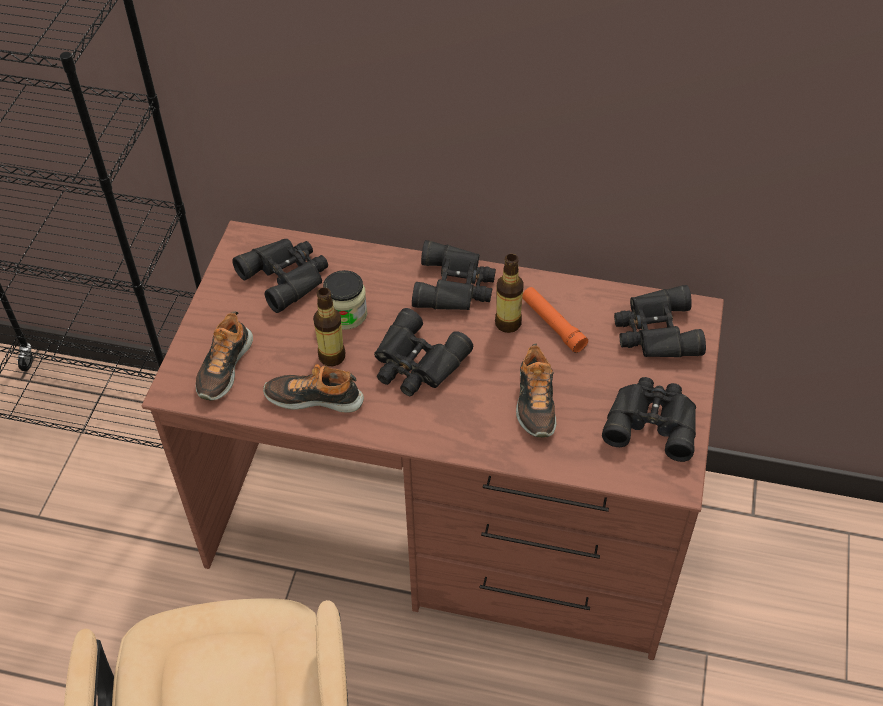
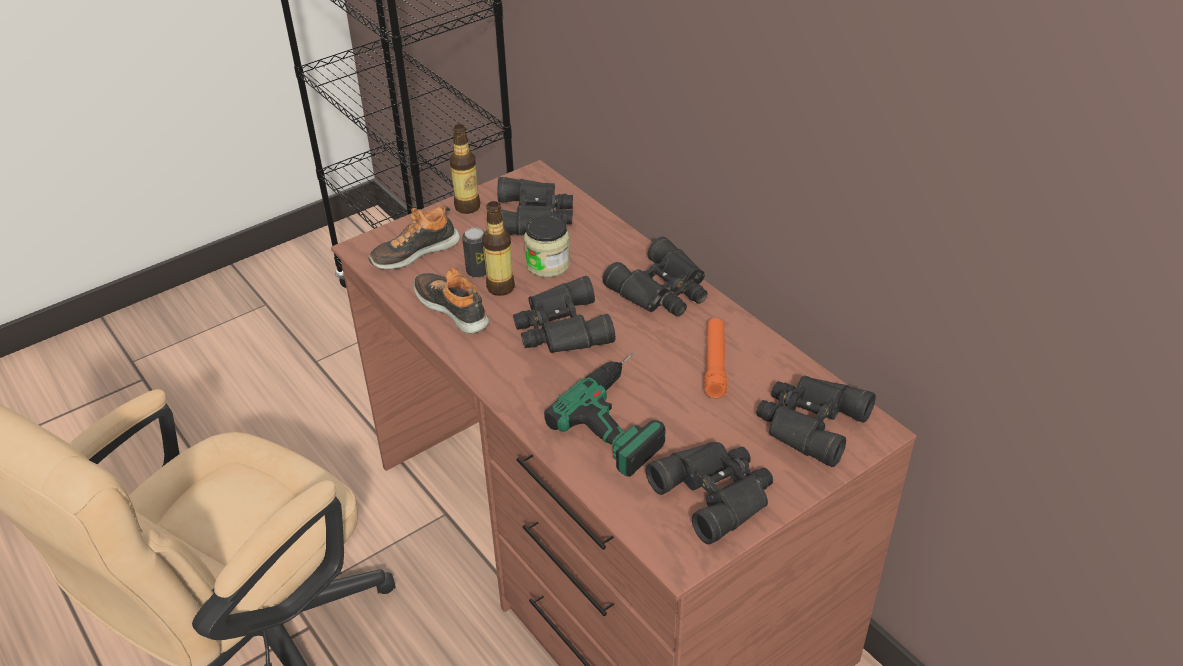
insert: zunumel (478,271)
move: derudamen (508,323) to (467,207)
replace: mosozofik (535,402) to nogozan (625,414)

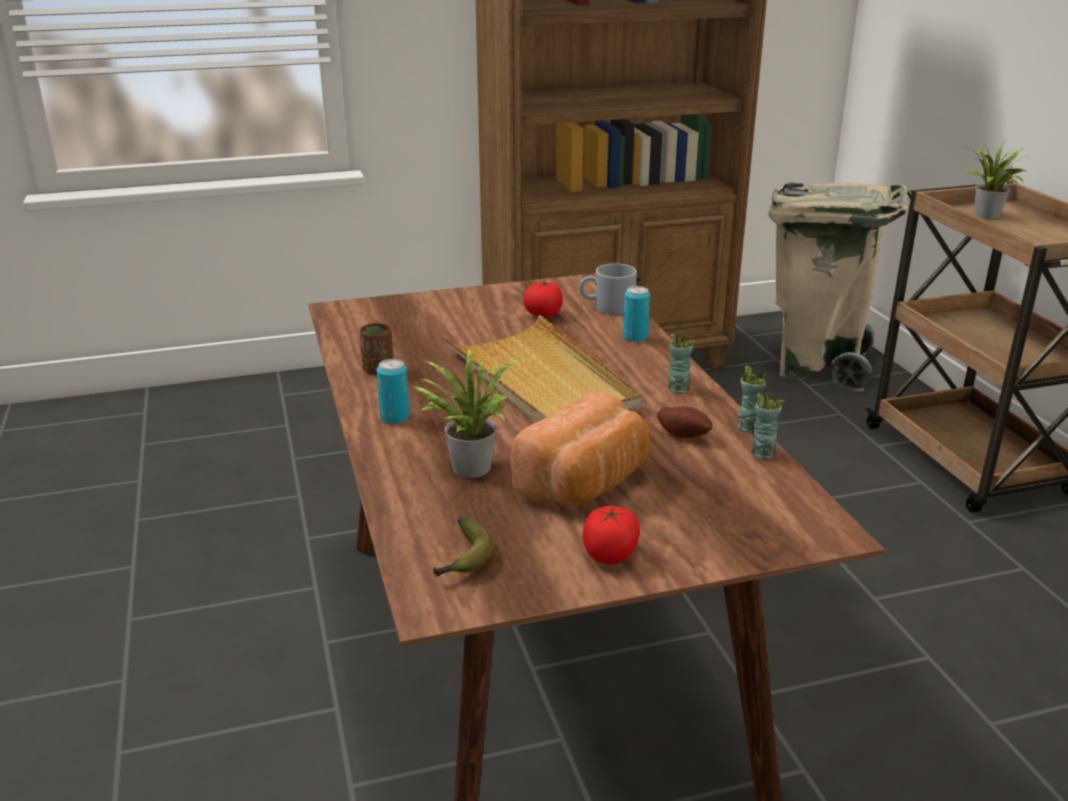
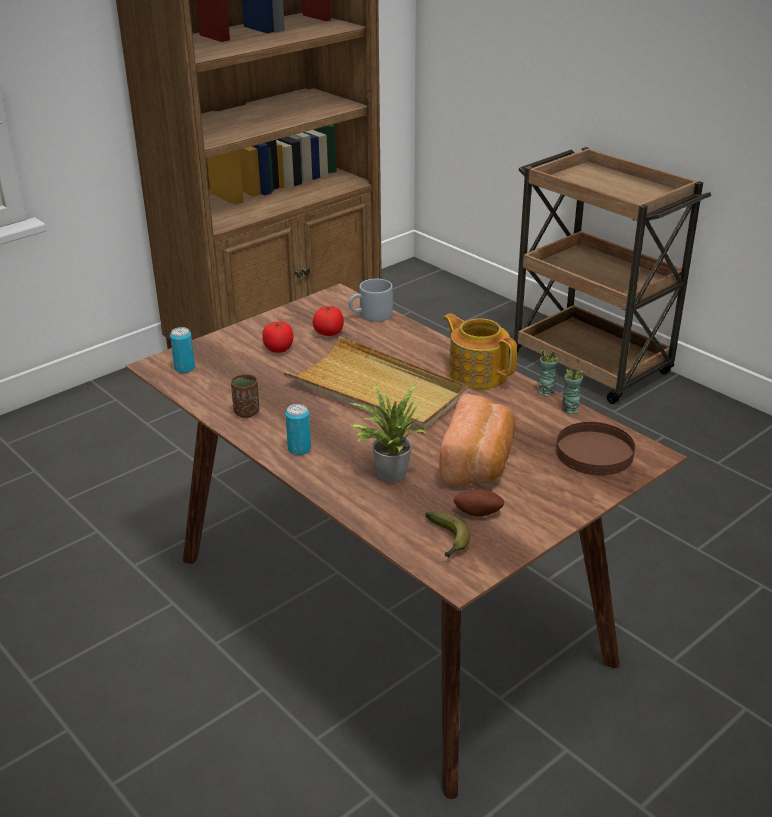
delete: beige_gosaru (818,365); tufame (987,216)
insert: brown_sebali (595,452)
move: zunumel (635,337) to (184,368); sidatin (610,555) to (279,349); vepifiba (684,434) to (478,512)
replace: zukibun (678,388) to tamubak (477,373)

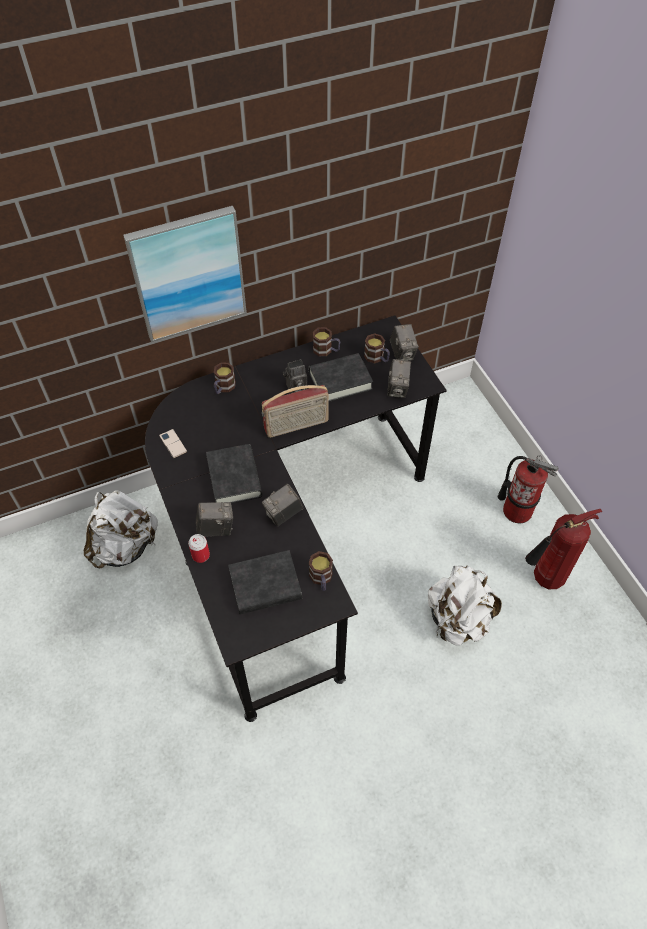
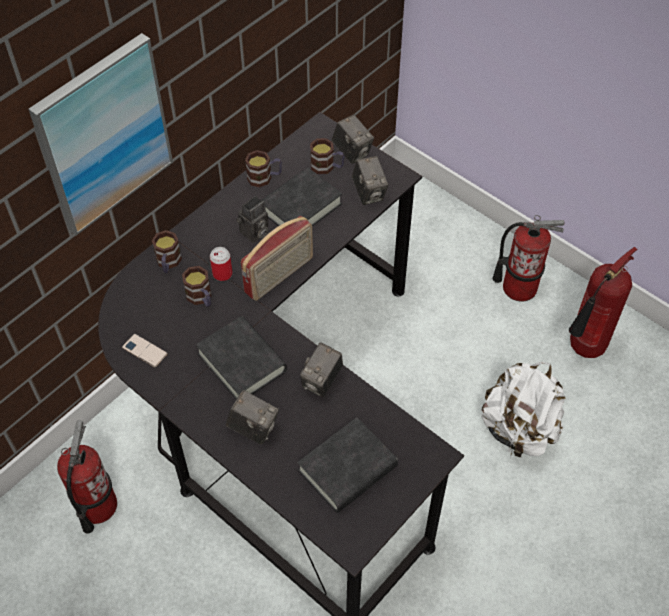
move: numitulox (321,579) to (201,298); zunumel (200,555) to (222,273)
replace: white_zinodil (125,546) to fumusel (96,506)
rotate: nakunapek (216,528) = (253,428) 60 degrees clockwise

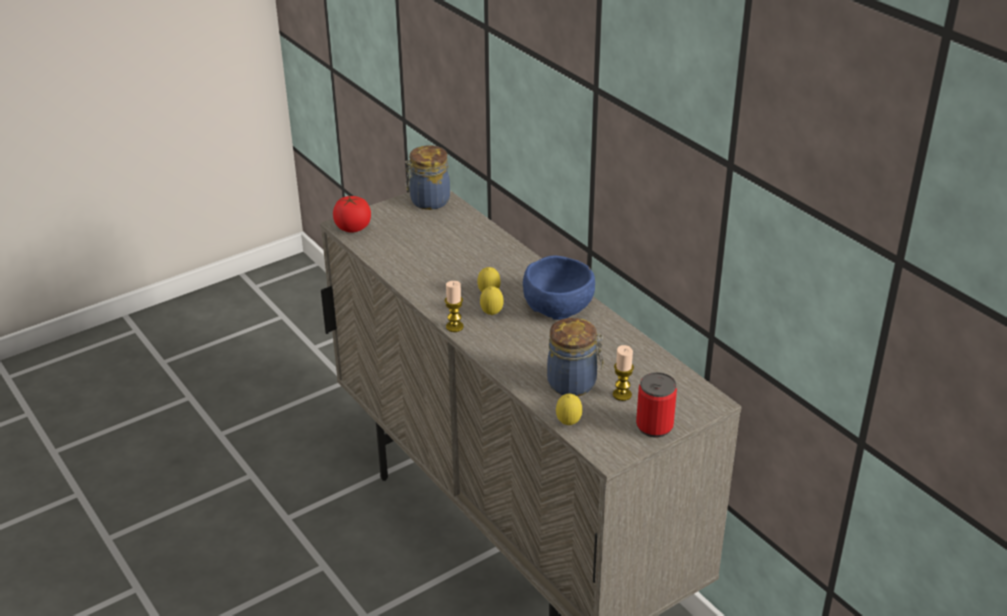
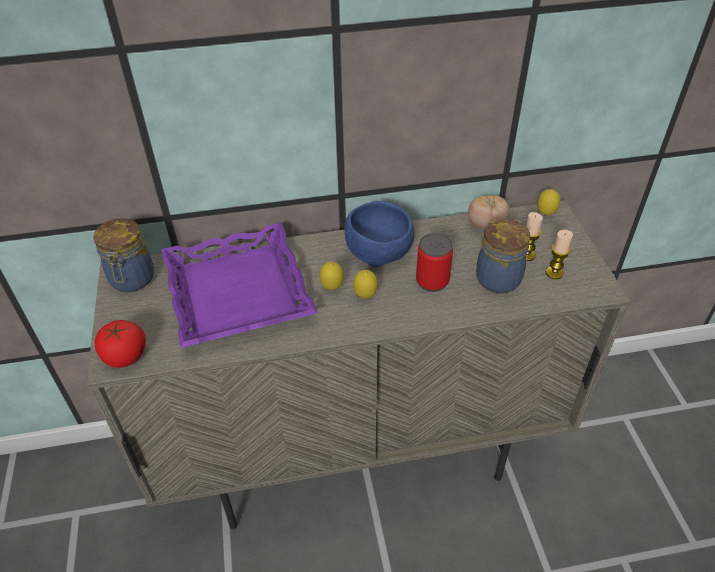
insert: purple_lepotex (236,292); sidatin (486,225)
move: zunumel (654,426) to (432,281); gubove (568,424) to (545,214); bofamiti (454,327) to (554,273)

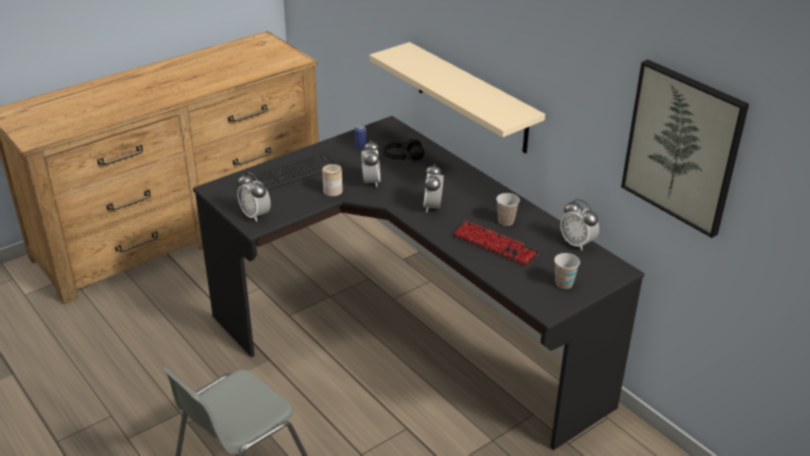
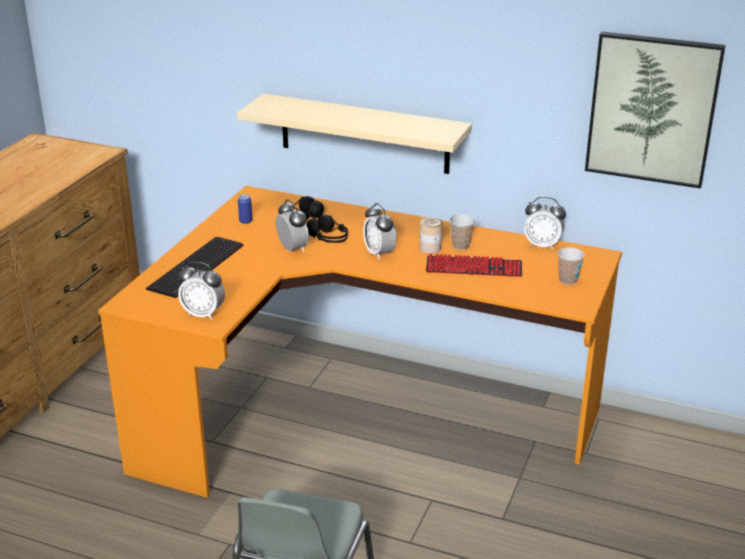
insert: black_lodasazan (328,238)
move: zunumel (333,191) to (430,248)
recolor: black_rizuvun (410,332) to orange_rizuvun (355,412)

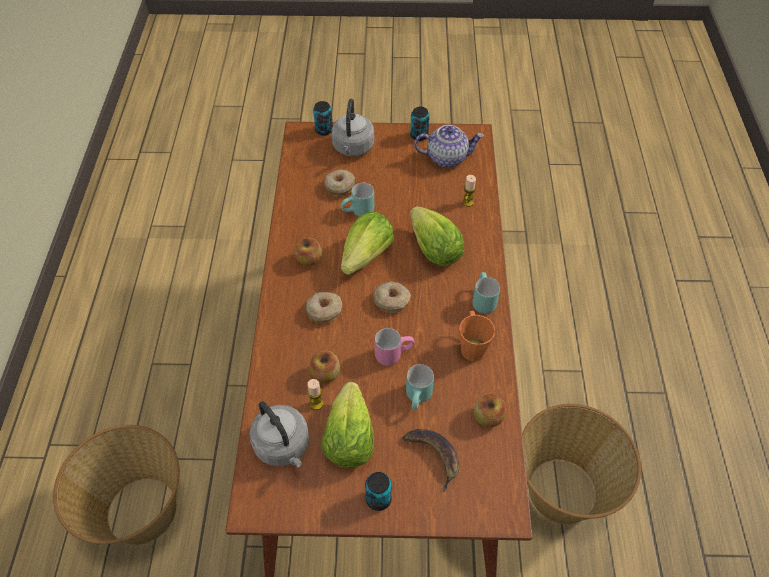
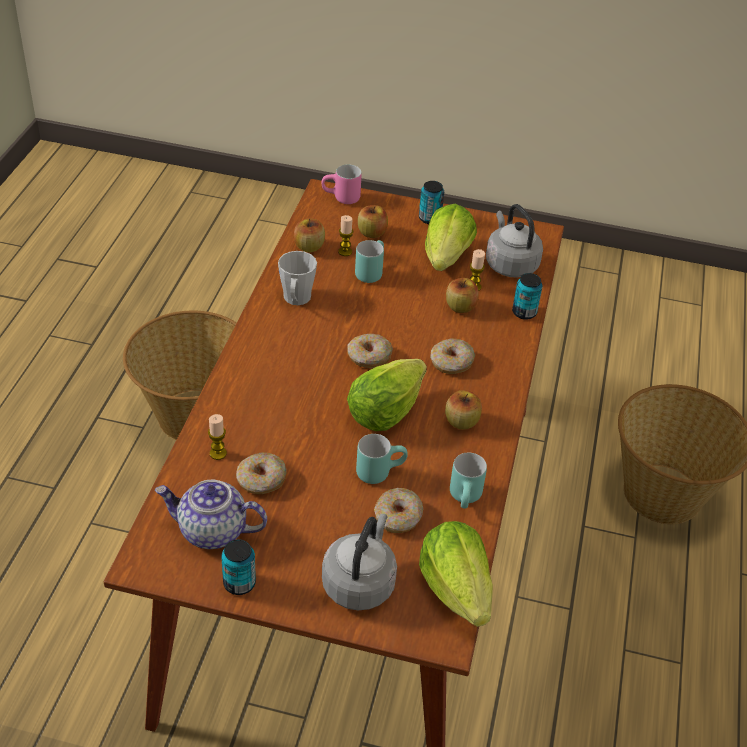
insert: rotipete (261,480); bofamiti (345,252)
move: pink_numitulox (393,353) to (341,199); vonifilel (434,250) to (456,589); turquoise_numitulox (481,300) to (467,499); zunumel (324,130) to (524,312)
replace: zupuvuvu (433,456) to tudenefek (372,233)
recolor: orange_numitulox (472,346) to grey_numitulox (296,300)

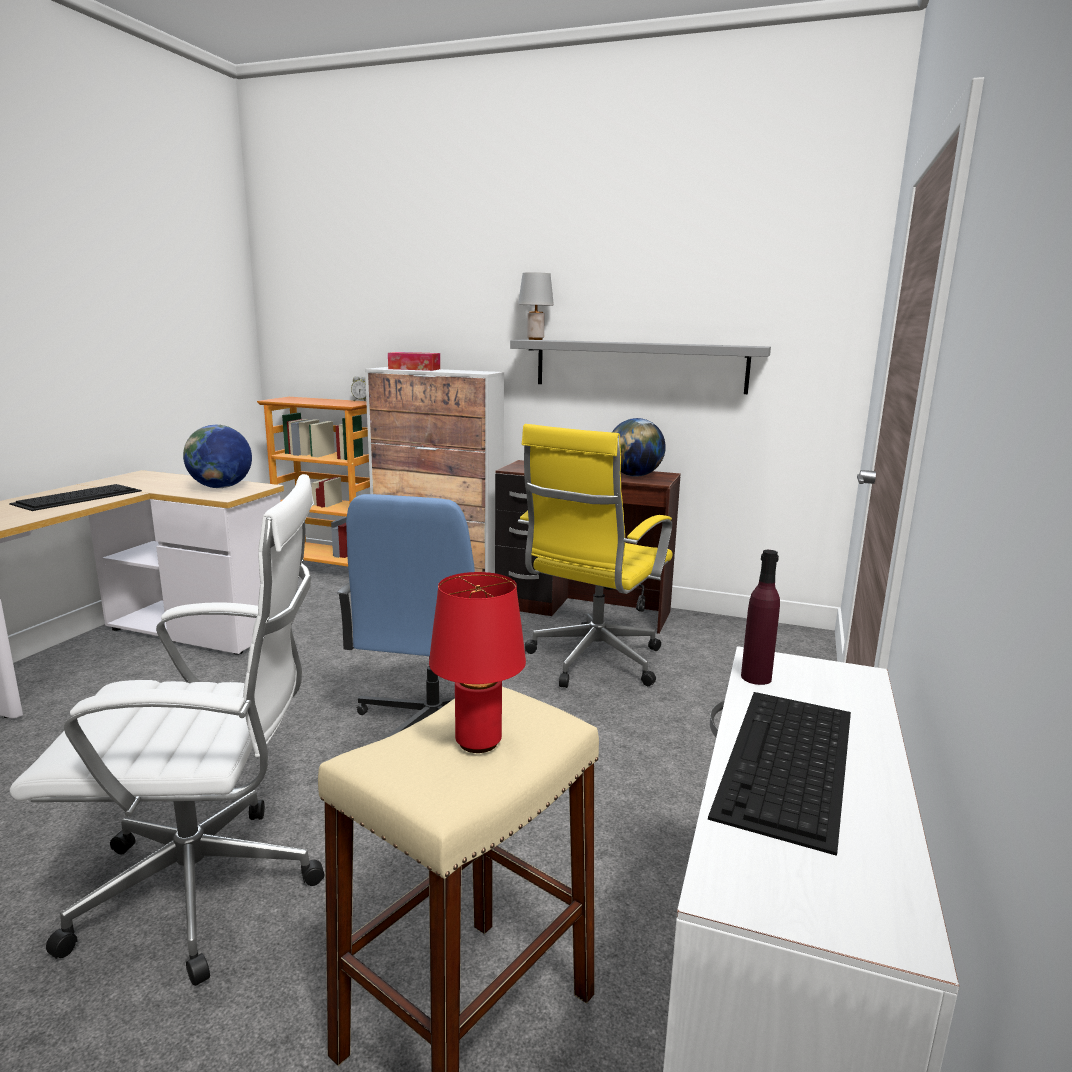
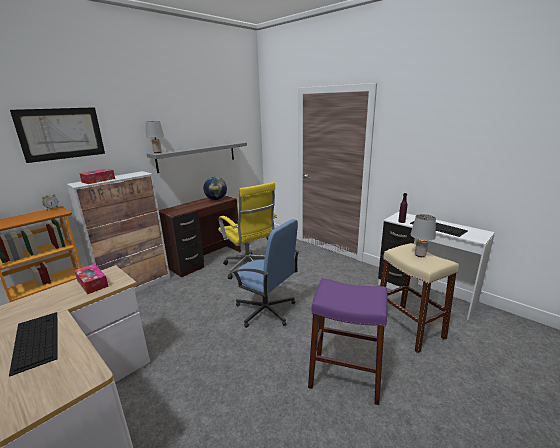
insert: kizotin (62,133)
replace: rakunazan (221,487) to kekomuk (92,283); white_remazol (210,889) to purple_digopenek (345,376)
recolor: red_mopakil (477,743) to grey_mopakil (420,255)

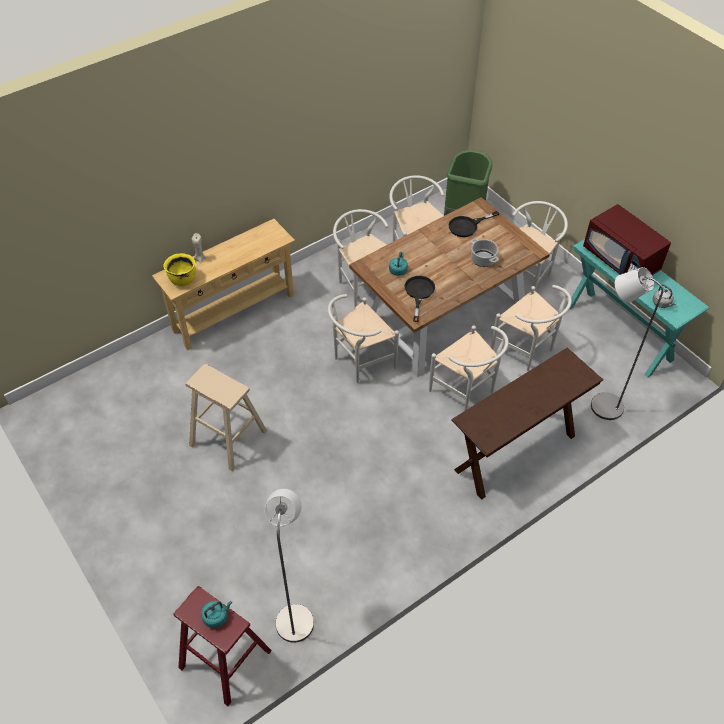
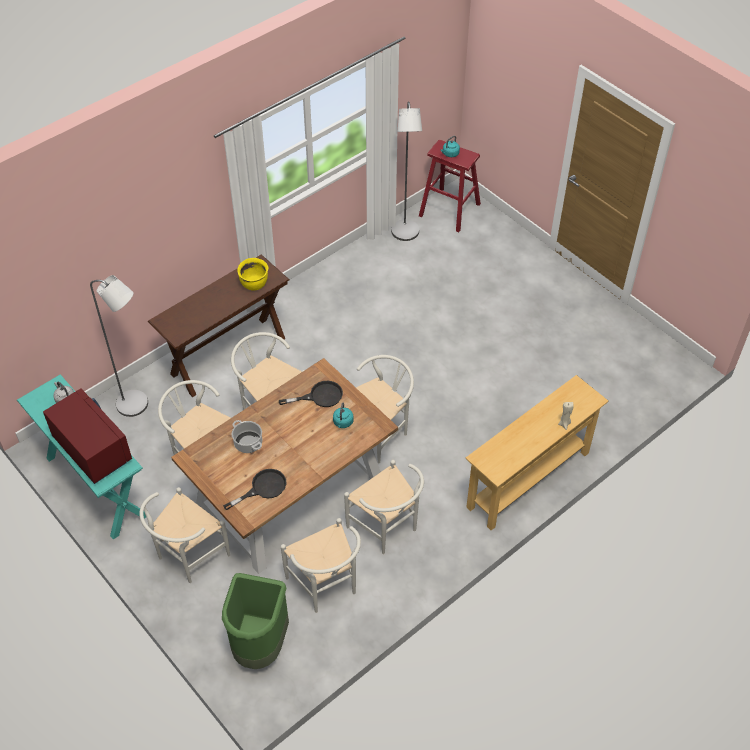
delete: beige_digopenek (228,438)
move: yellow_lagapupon (182,279) to (254,284)
rotate: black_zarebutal (418,293) = (320,396) 105 degrees counterclockwise

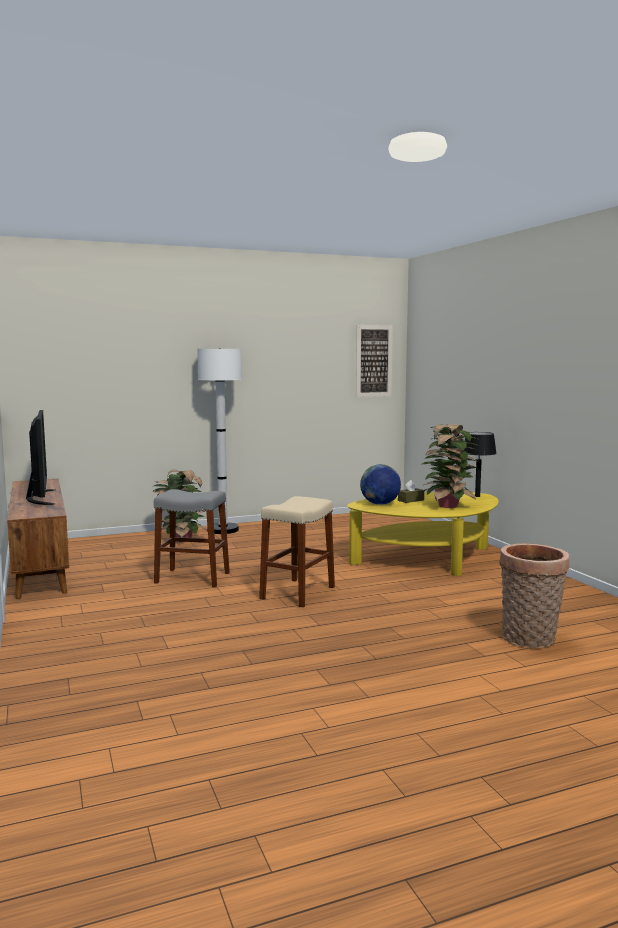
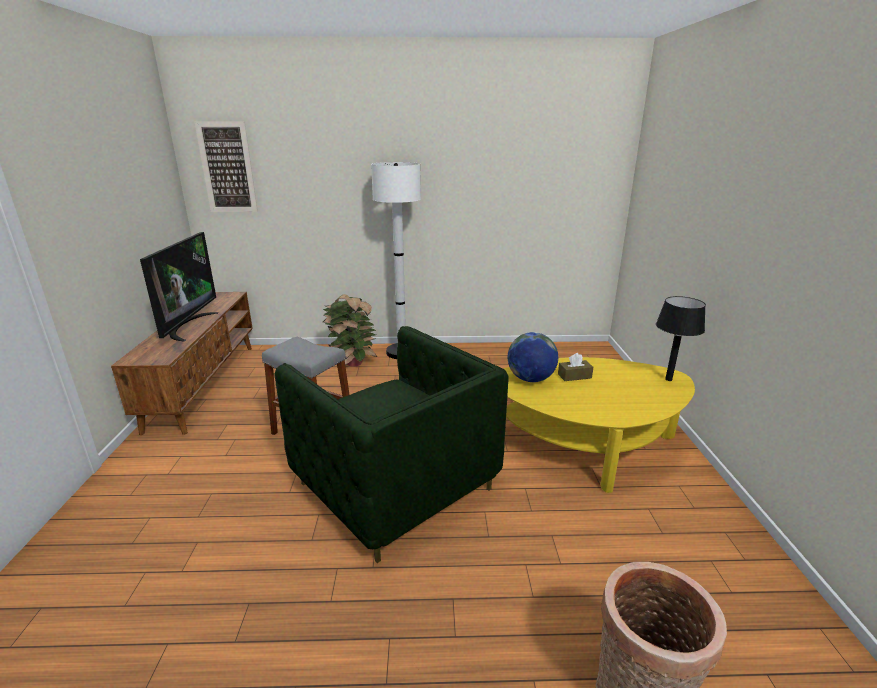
delete: tufame (449,505)
move: kizotin (374,361) to (227,168)
replace: beige_digopenek (298,593) to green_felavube (395,486)

